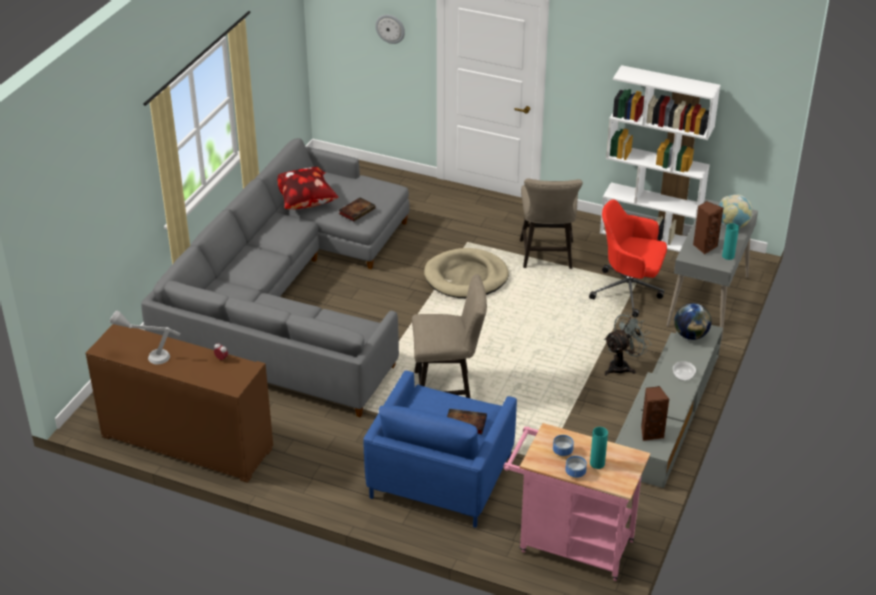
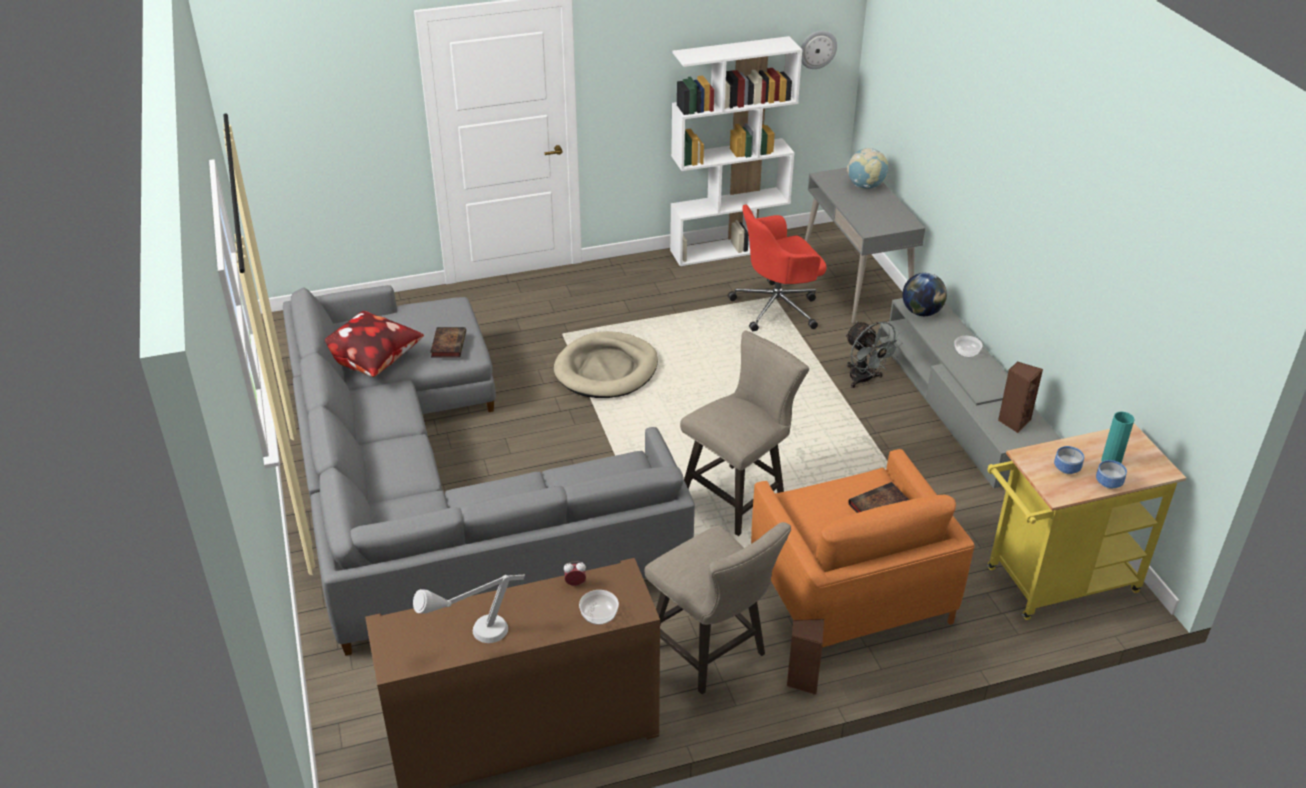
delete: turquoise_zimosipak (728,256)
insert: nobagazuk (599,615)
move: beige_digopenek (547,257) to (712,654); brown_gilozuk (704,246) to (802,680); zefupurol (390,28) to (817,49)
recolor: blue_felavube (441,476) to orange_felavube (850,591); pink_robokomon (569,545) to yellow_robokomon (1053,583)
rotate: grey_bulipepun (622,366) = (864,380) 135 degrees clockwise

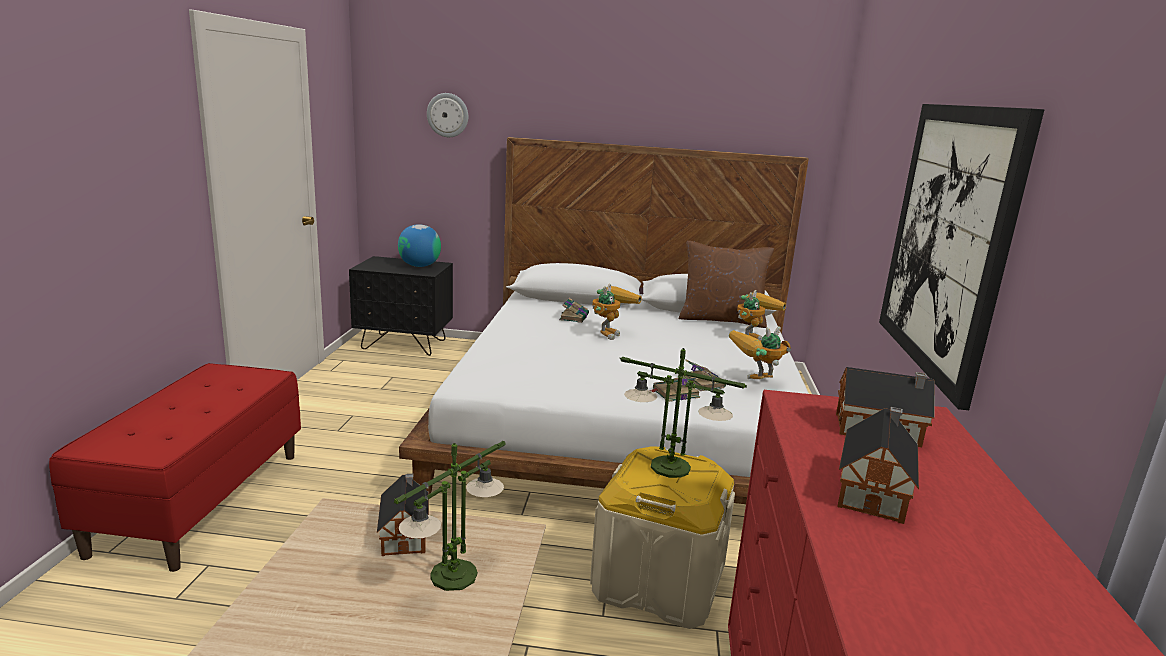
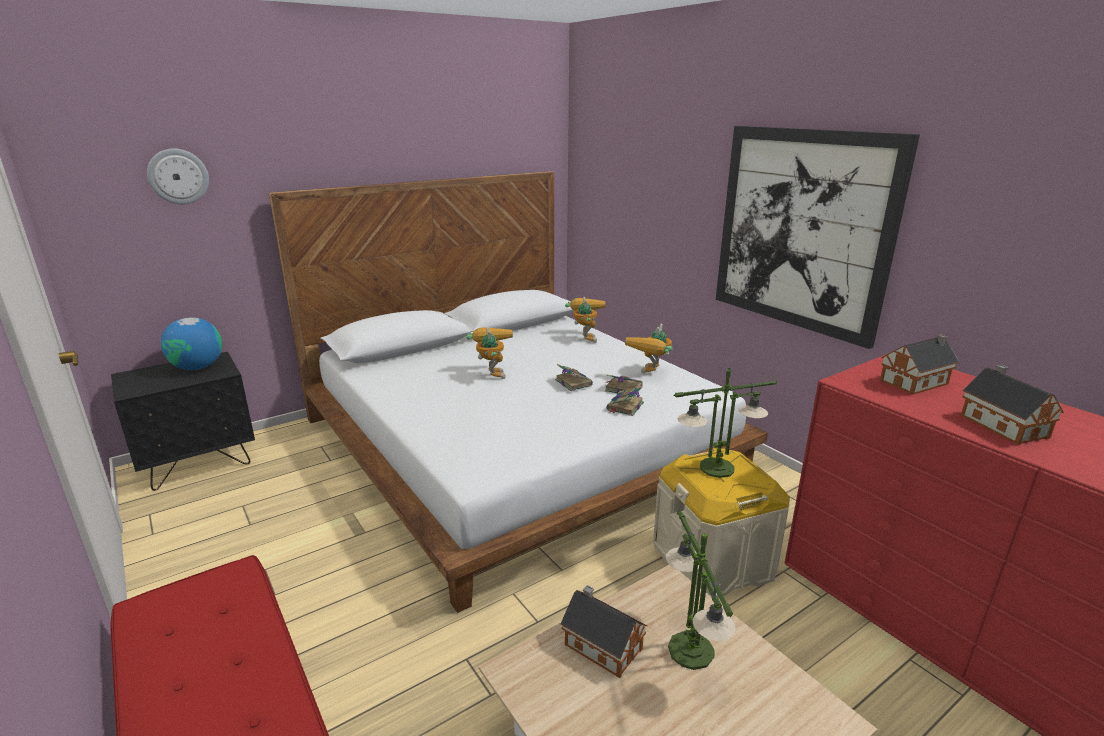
delete: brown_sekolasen (721,320)
move: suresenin (574,317) to (573,382)

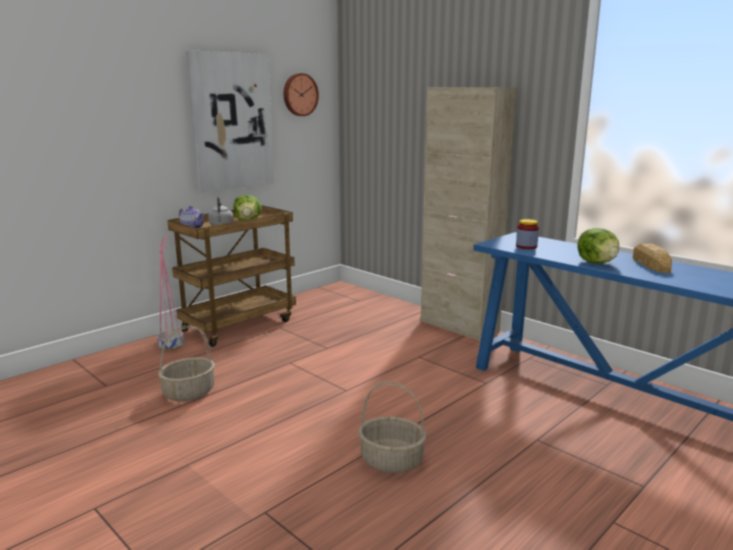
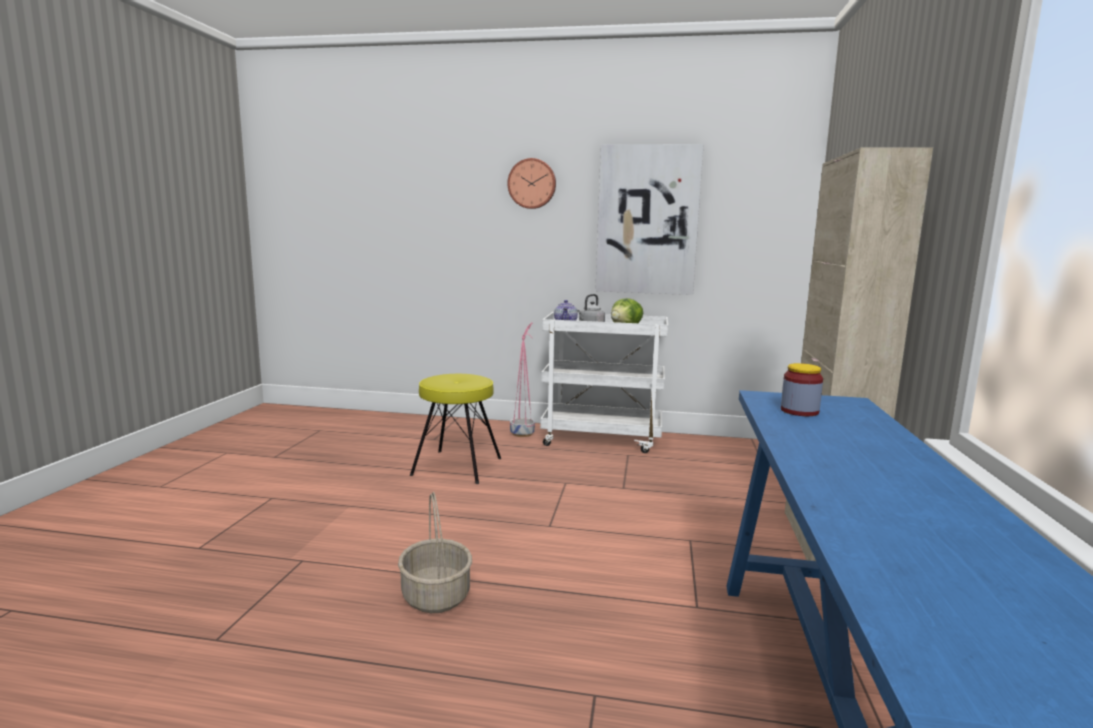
delete: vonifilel (597,263); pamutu (650,264)
move: zefupurol (299,94) to (532,184)
replace: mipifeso (189,392) to yellow_digopenek (458,466)
recolor: brown_robokomon (239,324) to white_robokomon (602,439)

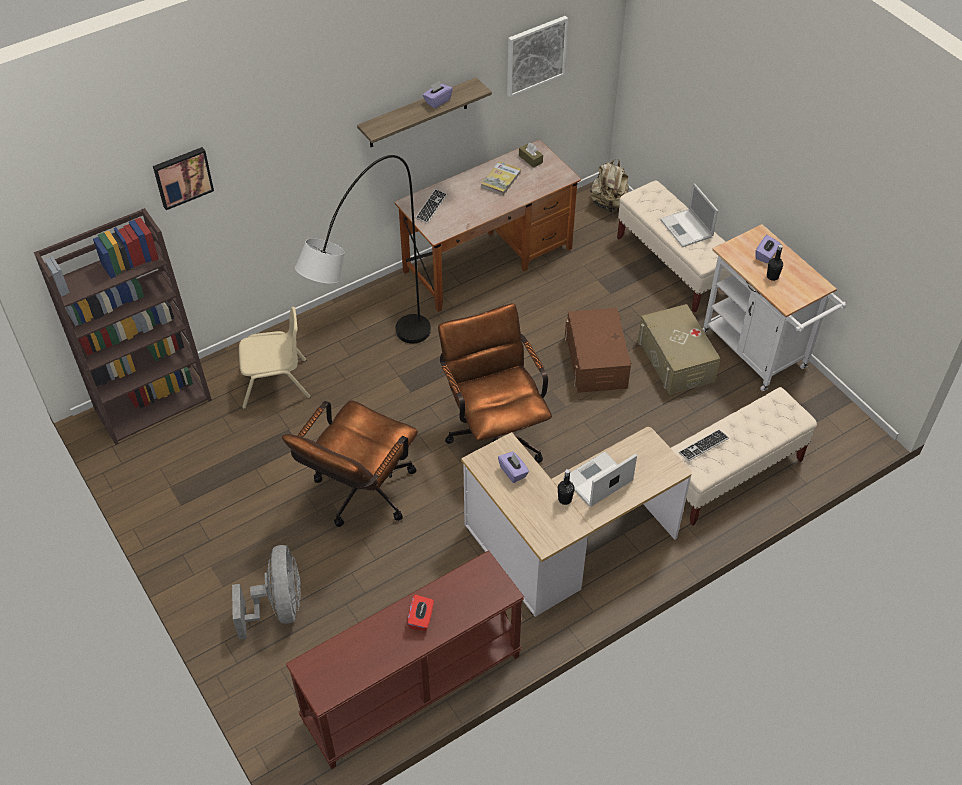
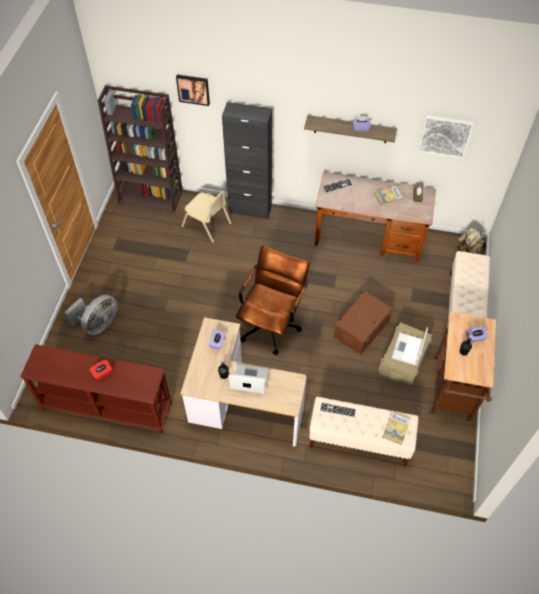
delete: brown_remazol (359,495); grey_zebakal (374,373)
insert: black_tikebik (250,209); suresenin (396,428)
move: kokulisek (687,229) to (408,350)
recolor: white_robokomon (758,354) to brown_robokomon (452,393)

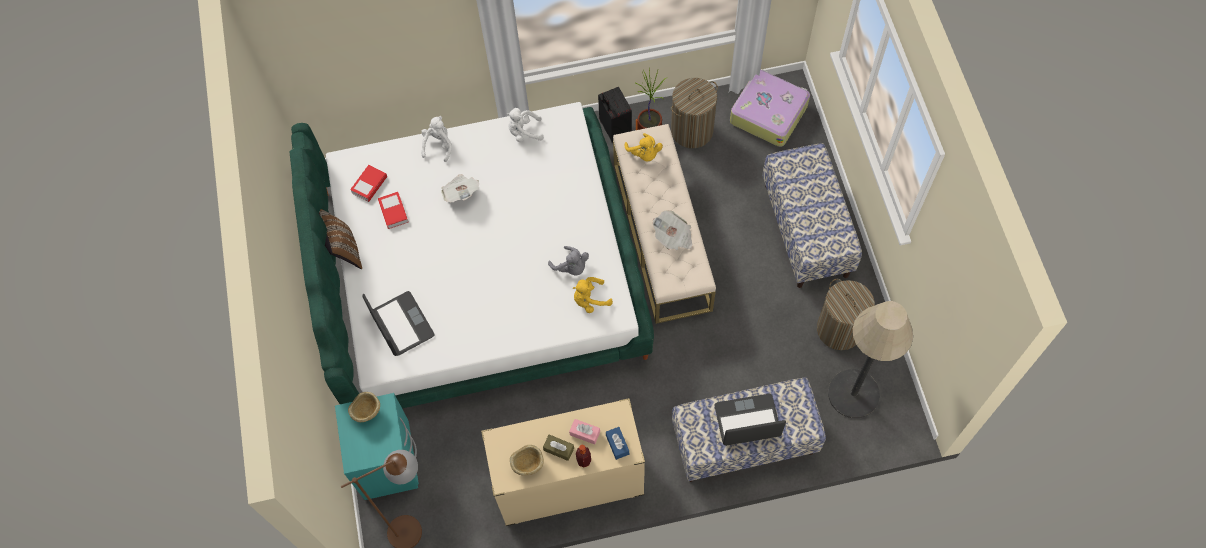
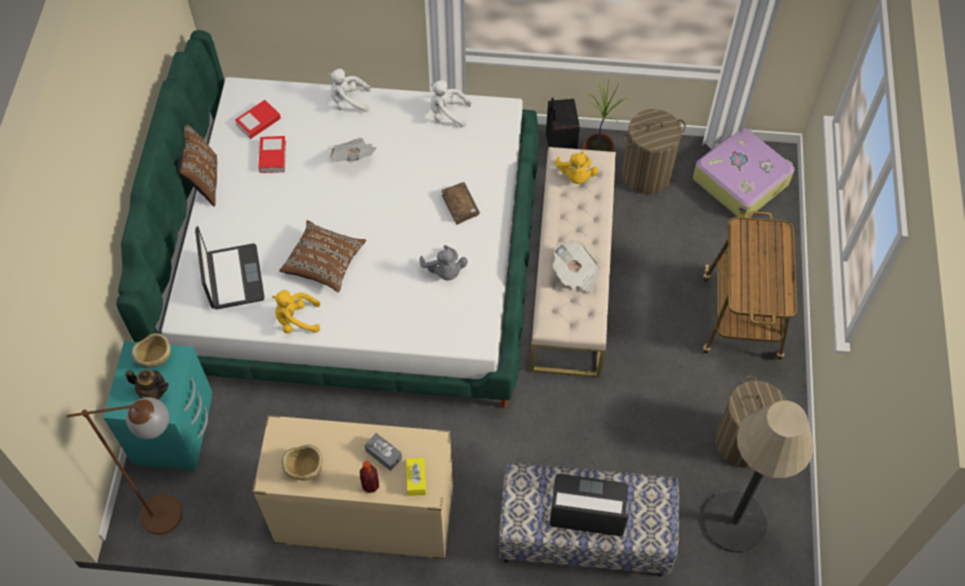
delete: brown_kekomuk (558,449)
insert: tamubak (153,391); brown_sekolasen (324,263); brown_suresenin (460,206)
move: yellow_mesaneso (590,300) to (296,320)
replace: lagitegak (806,230) to robokomon (741,320)
recolor: pink_kekomuk (585,433) to grey_kekomuk (383,454); blue_kekomuk (617,444) to yellow_kekomuk (416,479)
rotate: white_mesaneso (438,145) = (349,101) 120 degrees counterclockwise

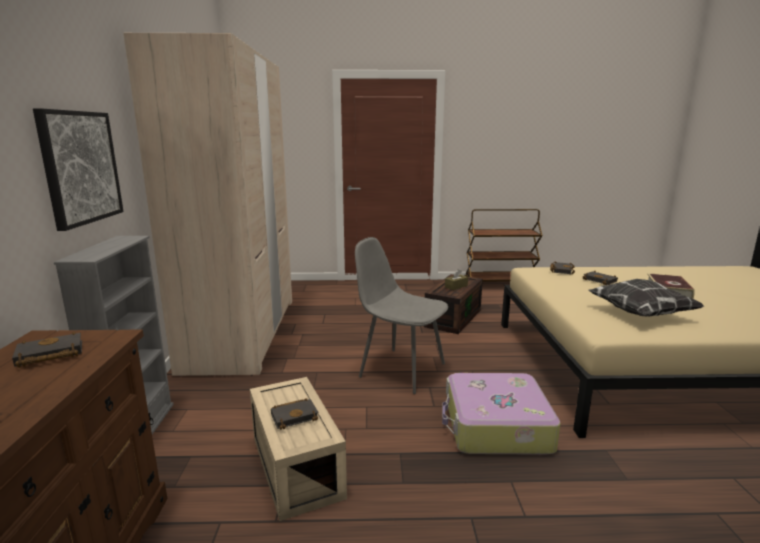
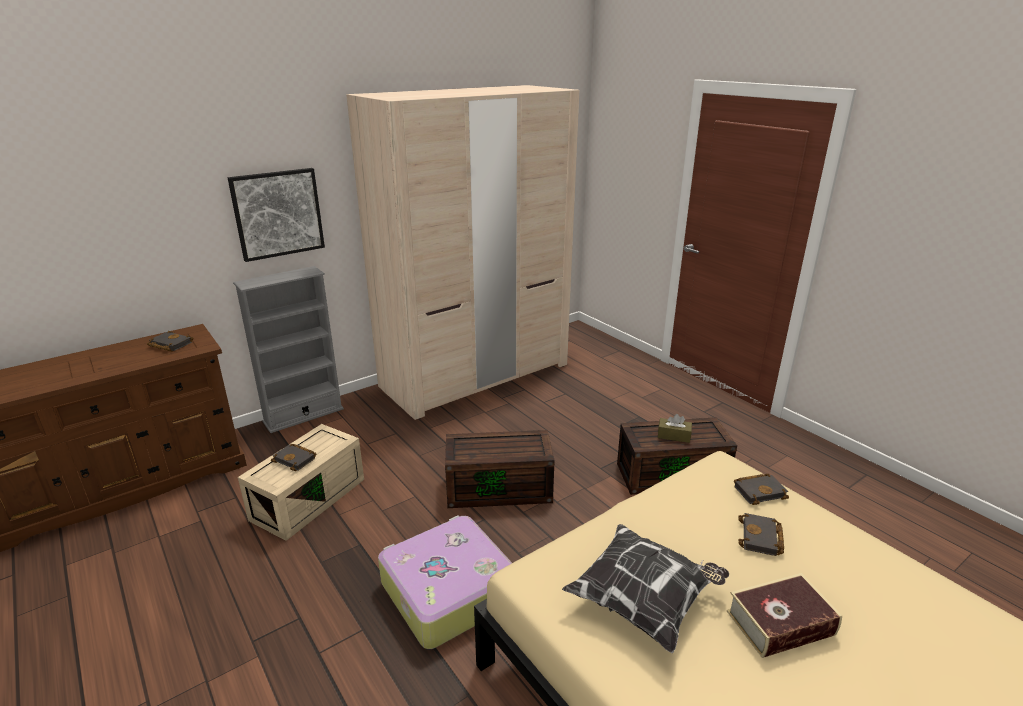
delete: brown_robokomon (499,284)
replace: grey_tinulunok (400,369) to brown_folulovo (500,487)

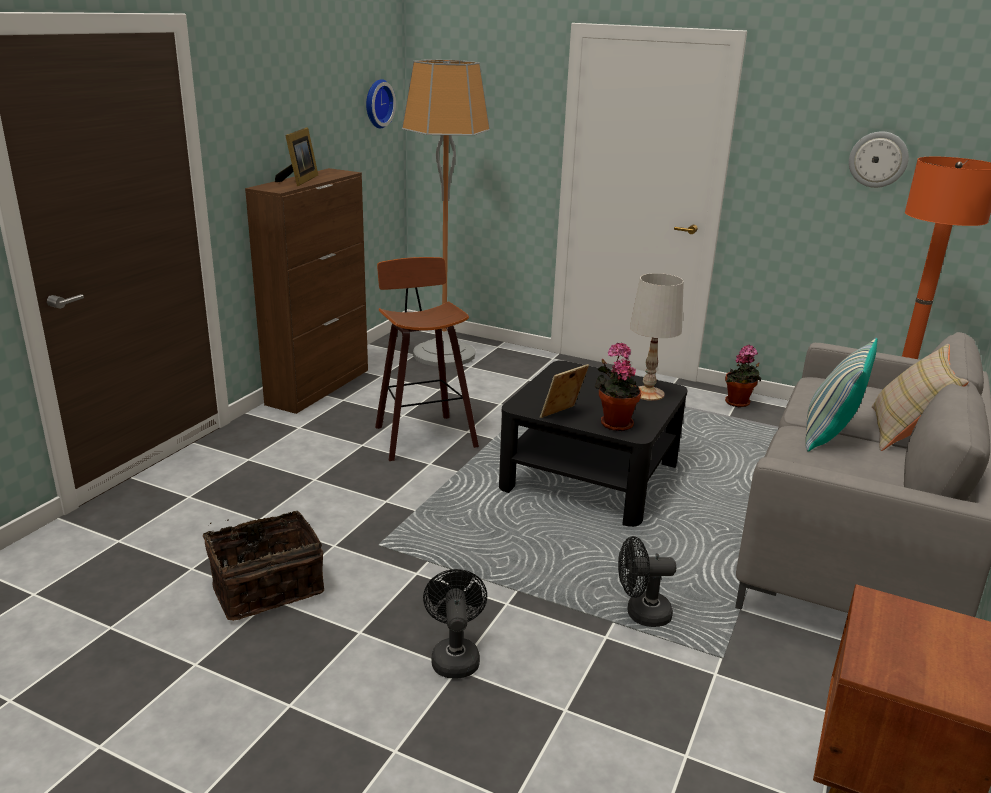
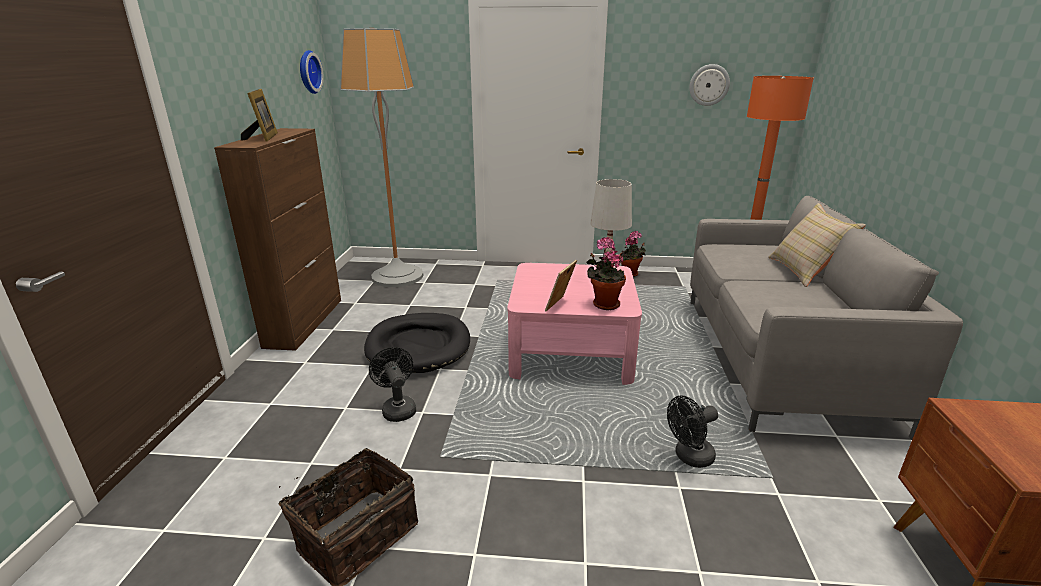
delete: sekolasen (828,436)
move: black_bulipepun (454,656) to (397,408)
replace: digopenek (421,436) to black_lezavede (419,346)
recolor: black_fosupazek (590,476) to pink_fosupazek (571,350)

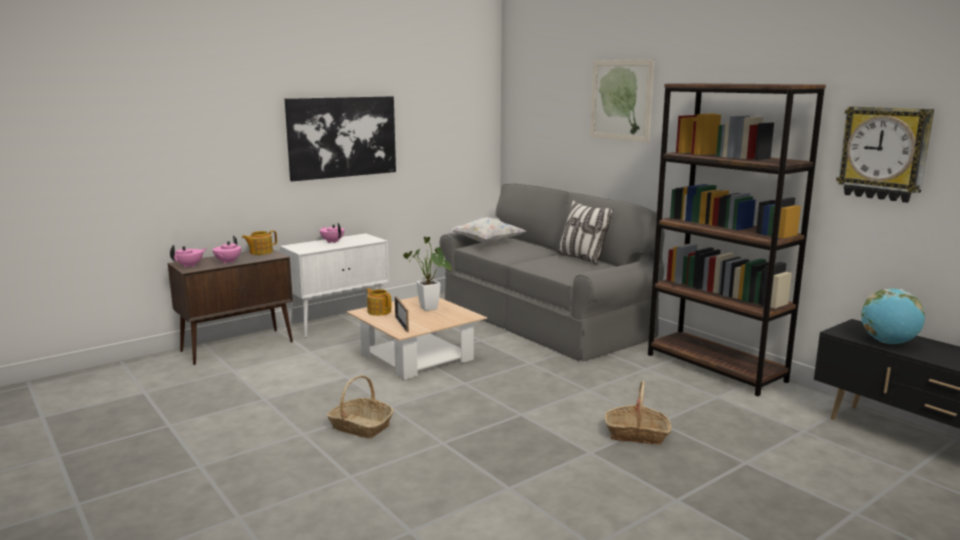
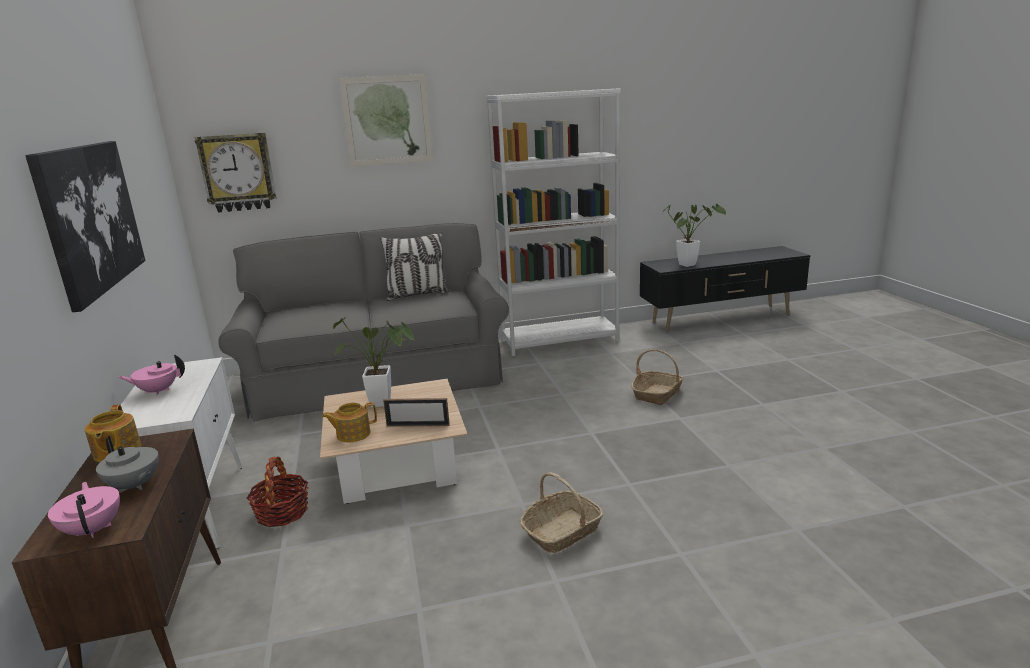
delete: white_sekolasen (487,243)
insert: mipifeso (282,512)
move: zefupurol (884,153) to (238,172)
replace: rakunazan (888,342) to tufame (690,264)
recolor: pink_tamubak (227,262) to grey_tamubak (134,486); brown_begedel (715,368) to white_begedel (560,340)

